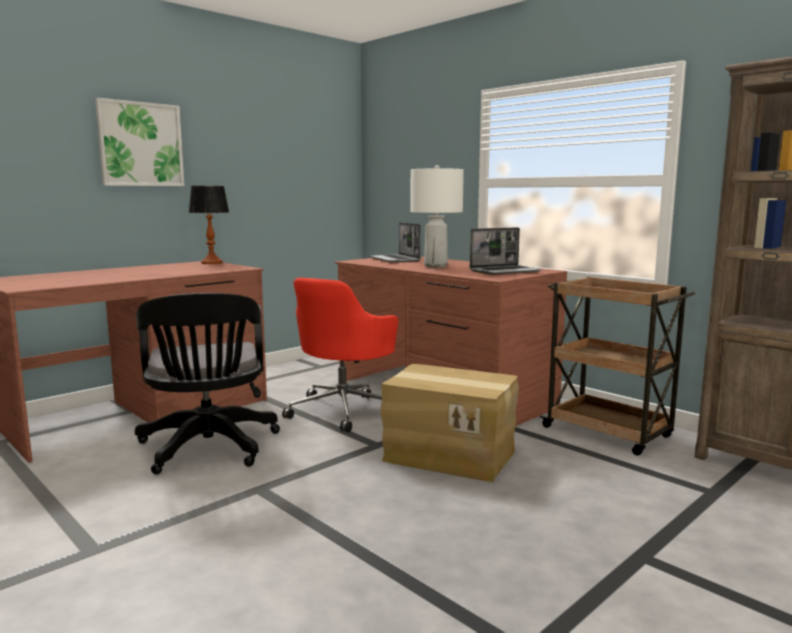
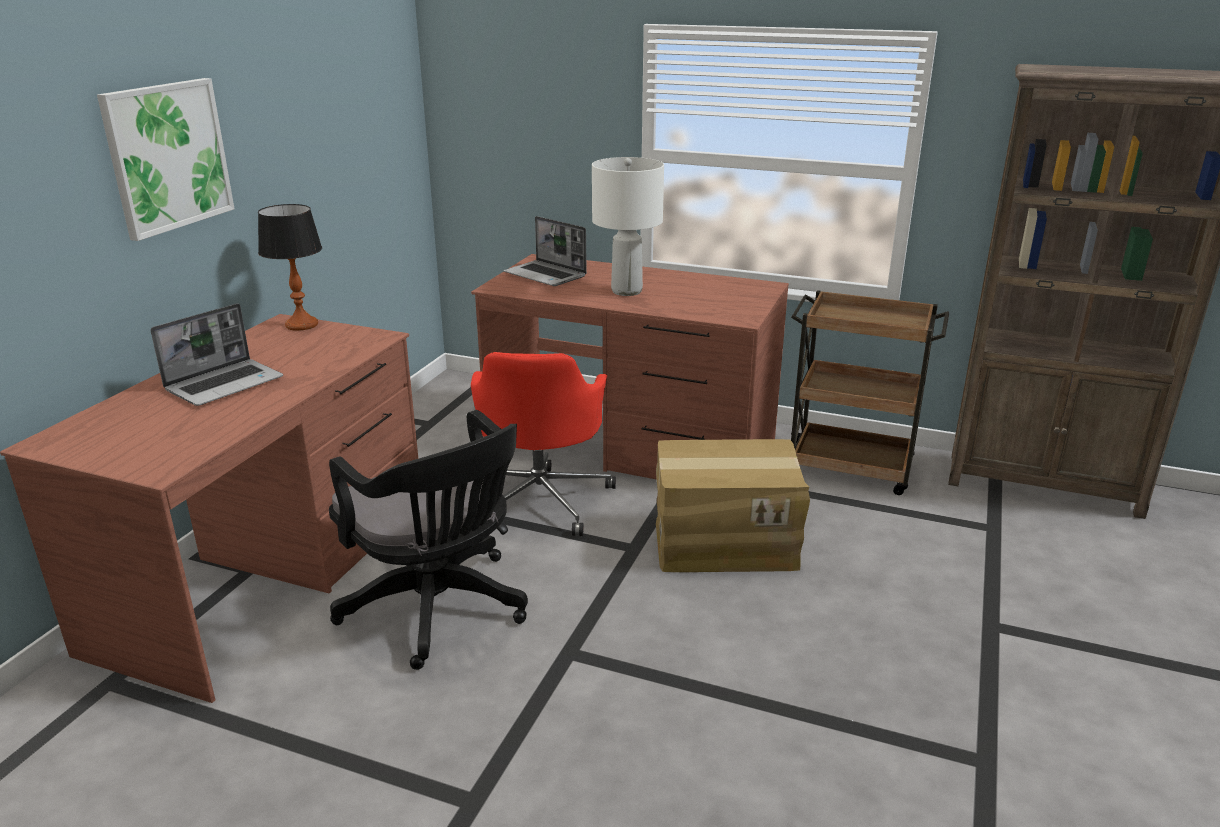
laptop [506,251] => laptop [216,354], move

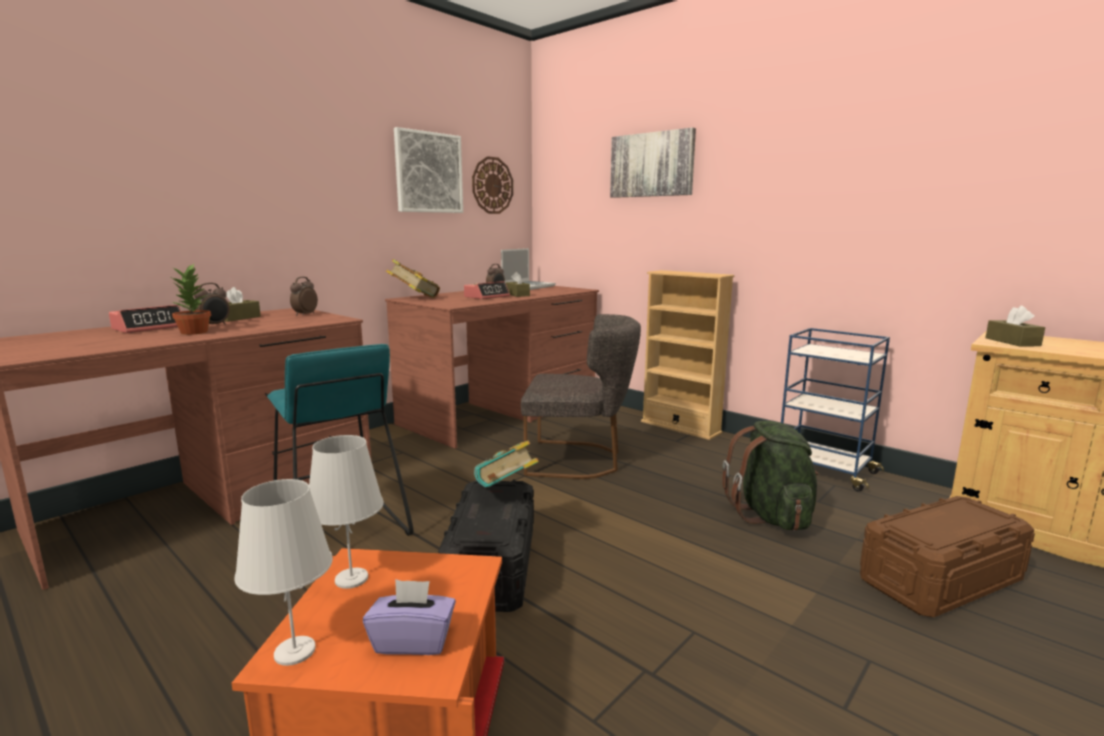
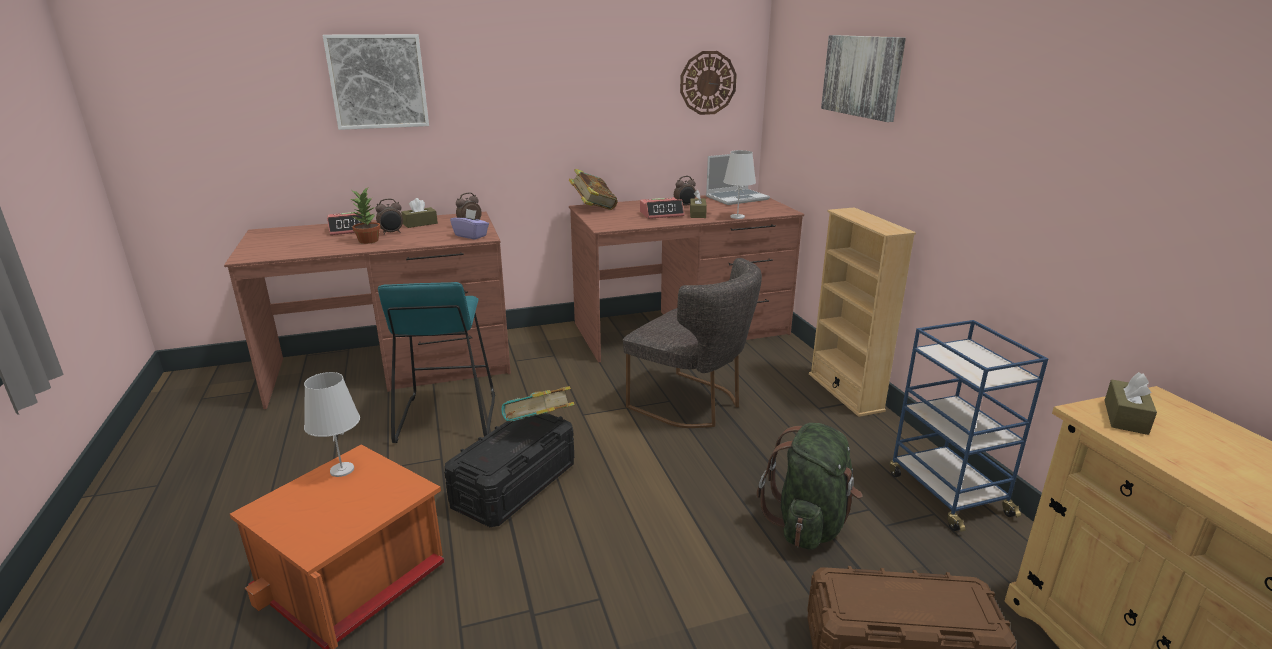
obraz [428,170] => obraz [376,82], move
lampa stołowa/biały [283,572] => lampa stołowa/biały [739,184], move
pudełko chusteczek/fioletowy [409,617] => pudełko chusteczek/fioletowy [469,224], move

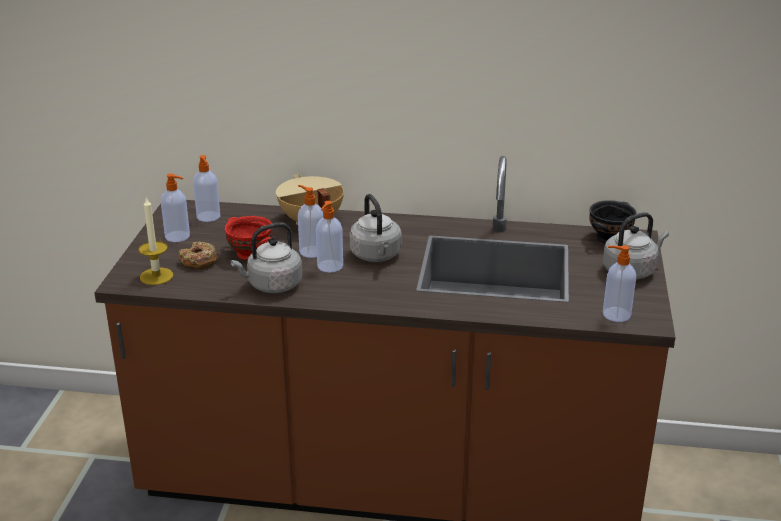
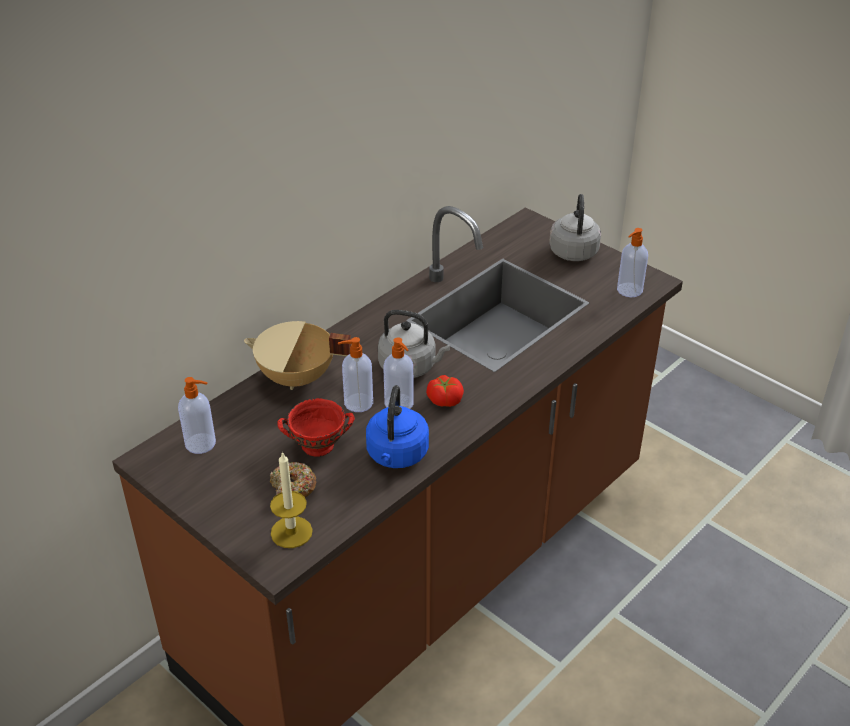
dozownik mydła [175,207] => nothing
miska/czarny [613,221] => nothing
czajnik/szary [266,257] => czajnik/niebieski [397,426]
nothing => pomidor [445,391]

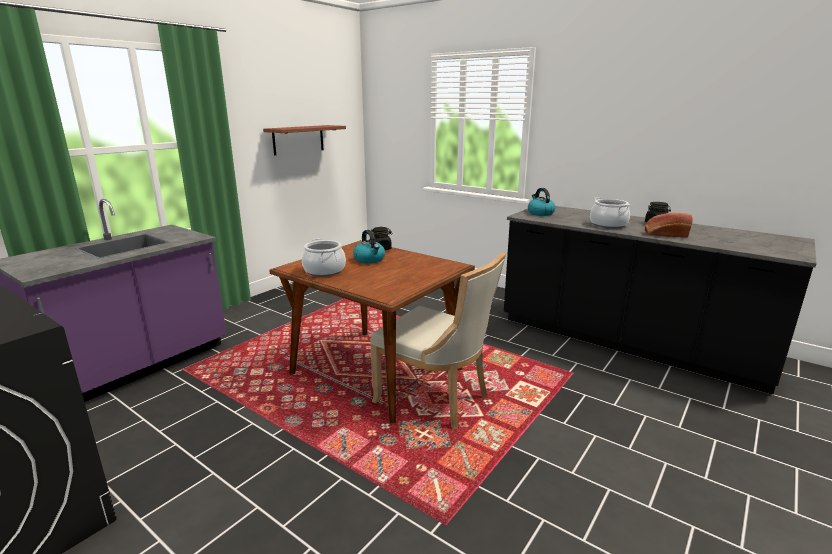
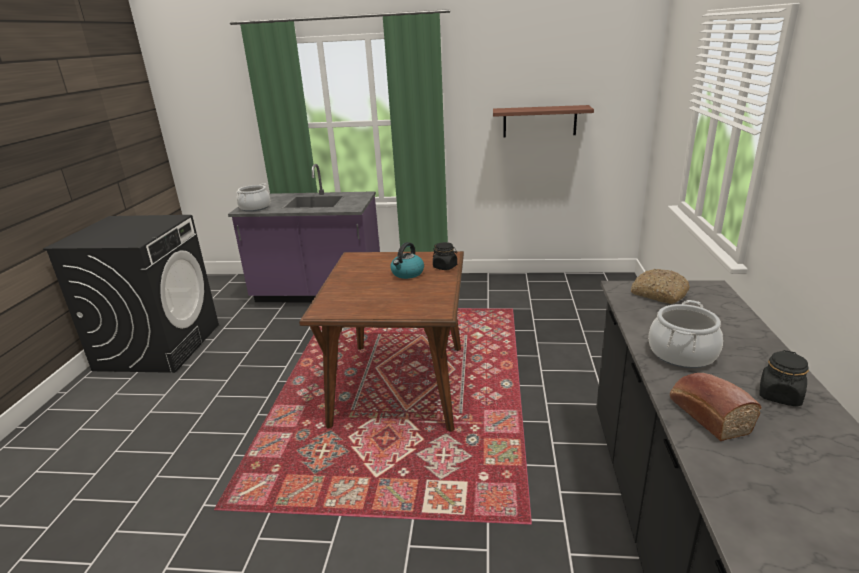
czajnik [542,202] => chleb [660,286]
garnek [324,257] => garnek [253,197], move
krzesło/beżowy [438,341] => nothing

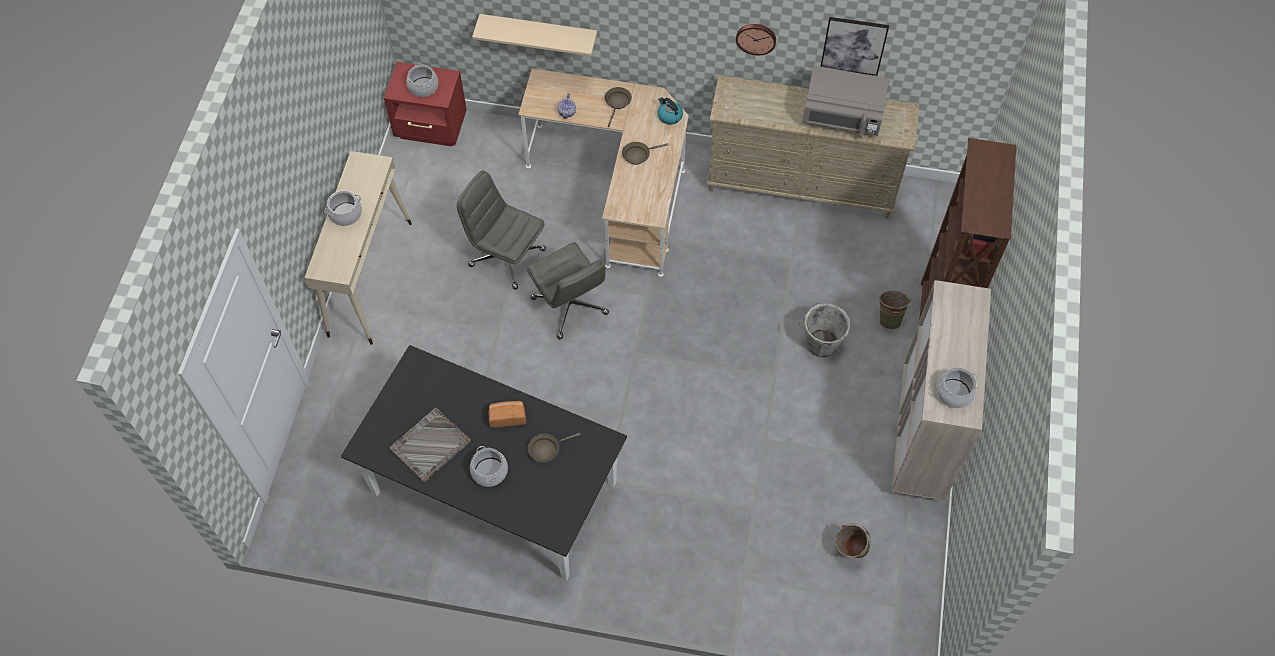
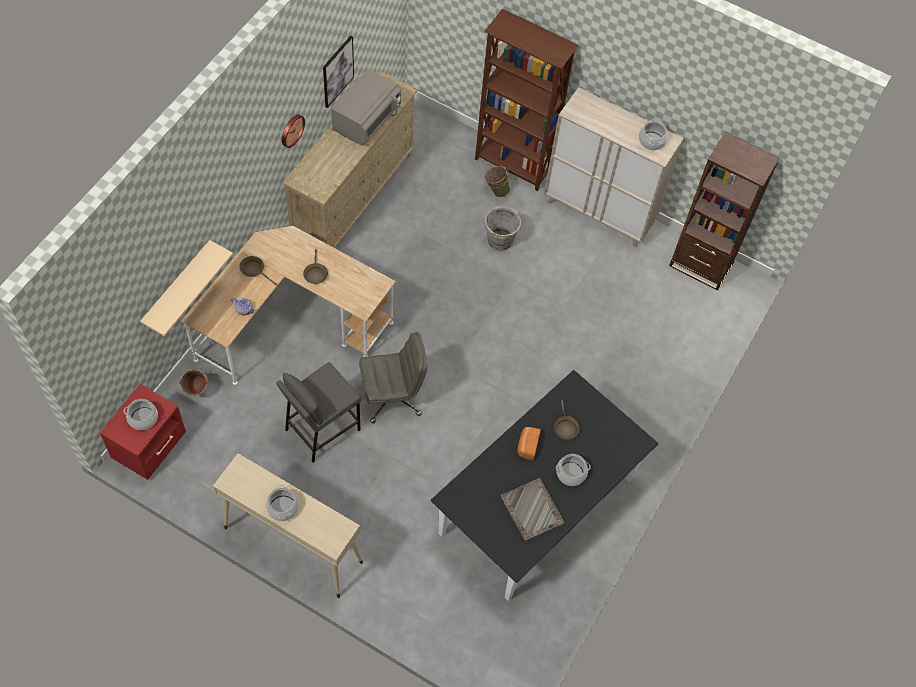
czajnik [670,111] => nothing
krzesło biurowe/szary [501,229] => stołek/szary [318,412]
wiadro/zielony [853,540] => wiadro/zielony [193,382], move
nothing => regał/brązowy [724,211]

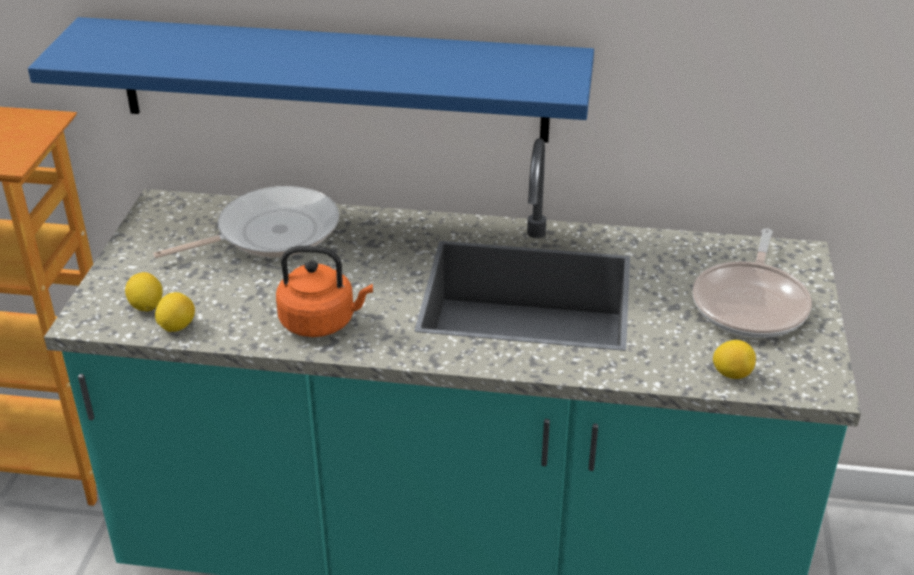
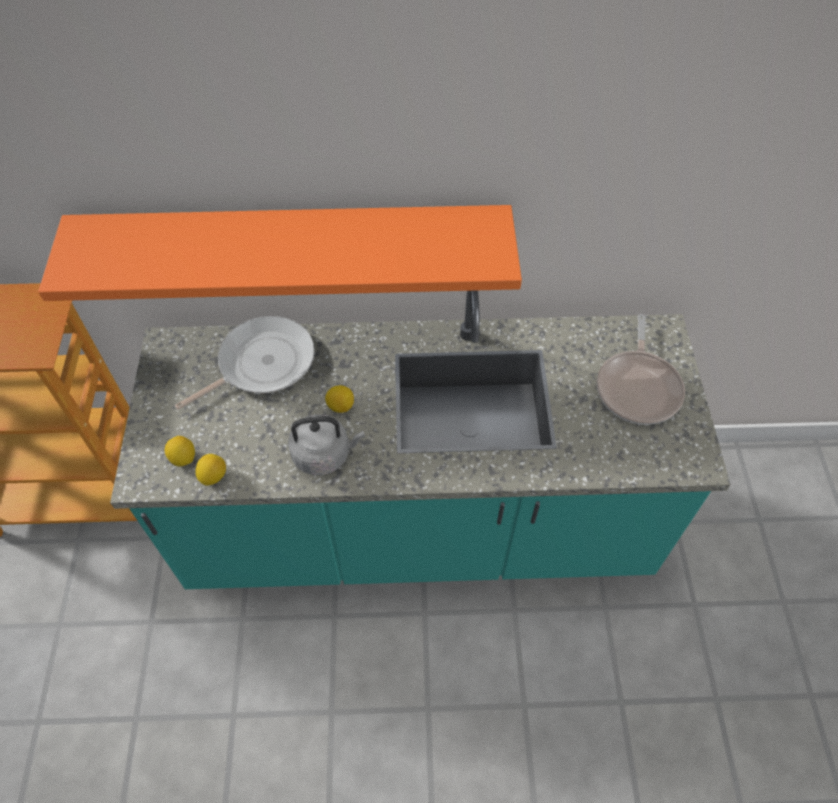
półka/niebieski [311,80] => półka/pomarańczowy [280,253]
czajnik/pomarańczowy [324,291] => czajnik/szary [326,444]
cytryna [734,359] => cytryna [339,399], move

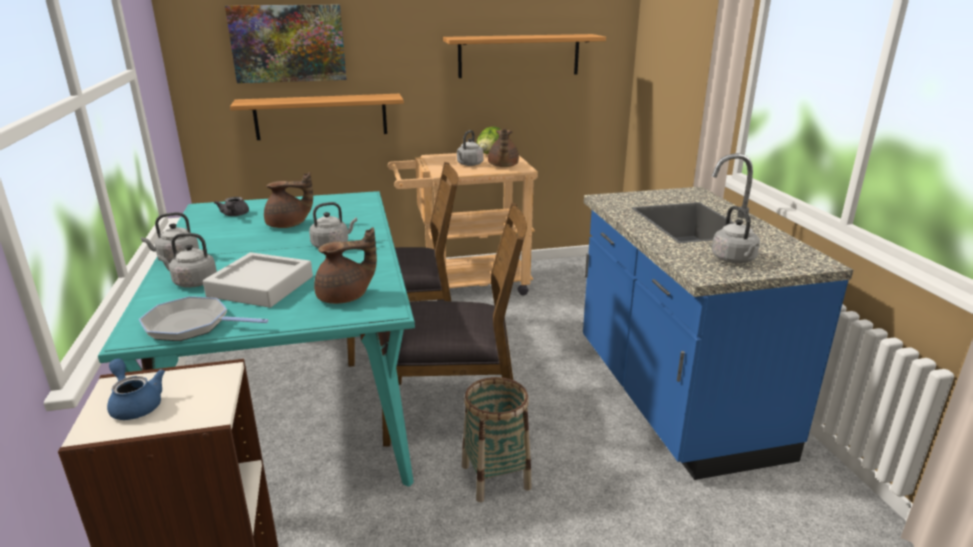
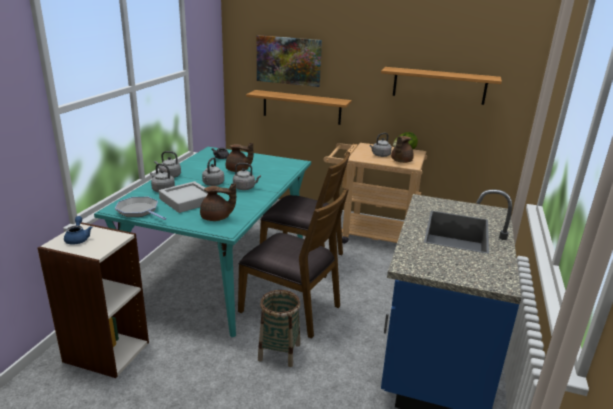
czajnik/szary [736,235] => czajnik/szary [213,171], move

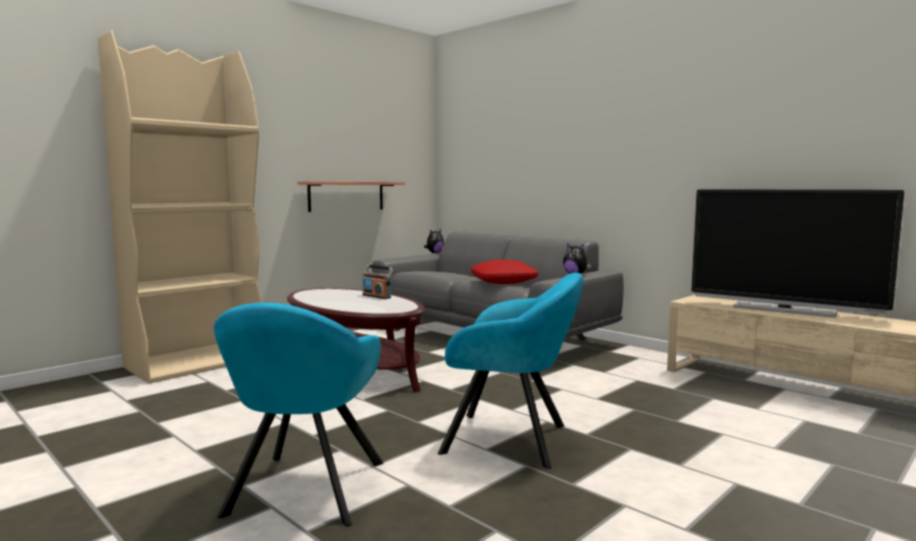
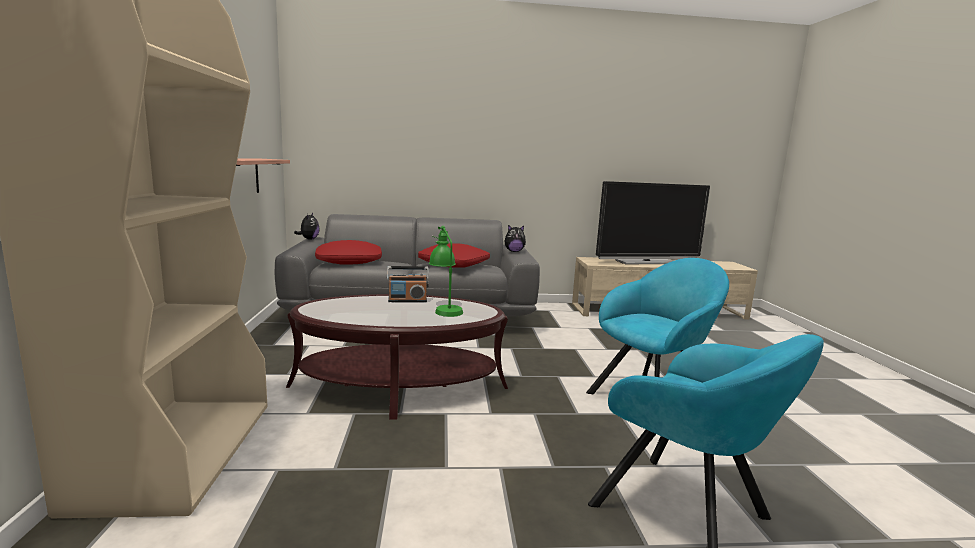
nothing => lampa stołowa/zielony [446,271]
nothing => poduszka/czerwony [348,252]

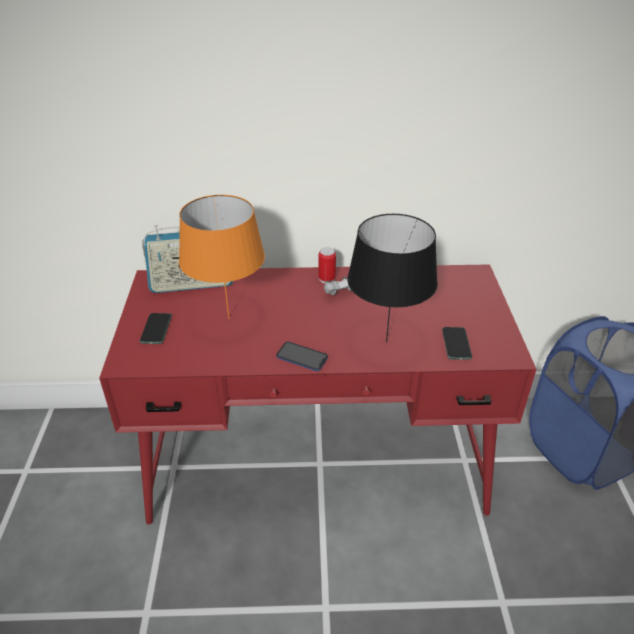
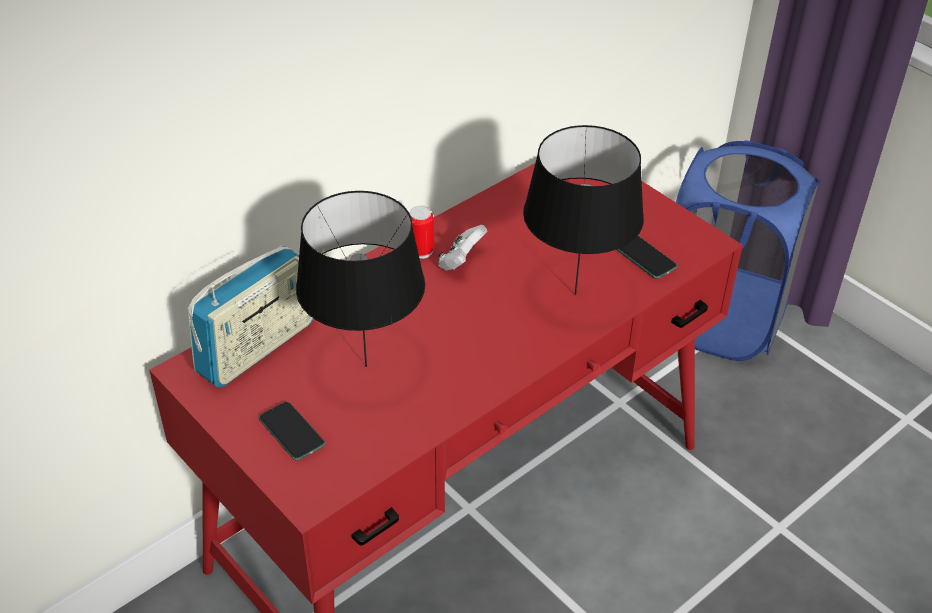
lampa stołowa/pomarańczowy [222,257] => lampa stołowa/czarny [360,279]
telefon [302,356] => nothing

